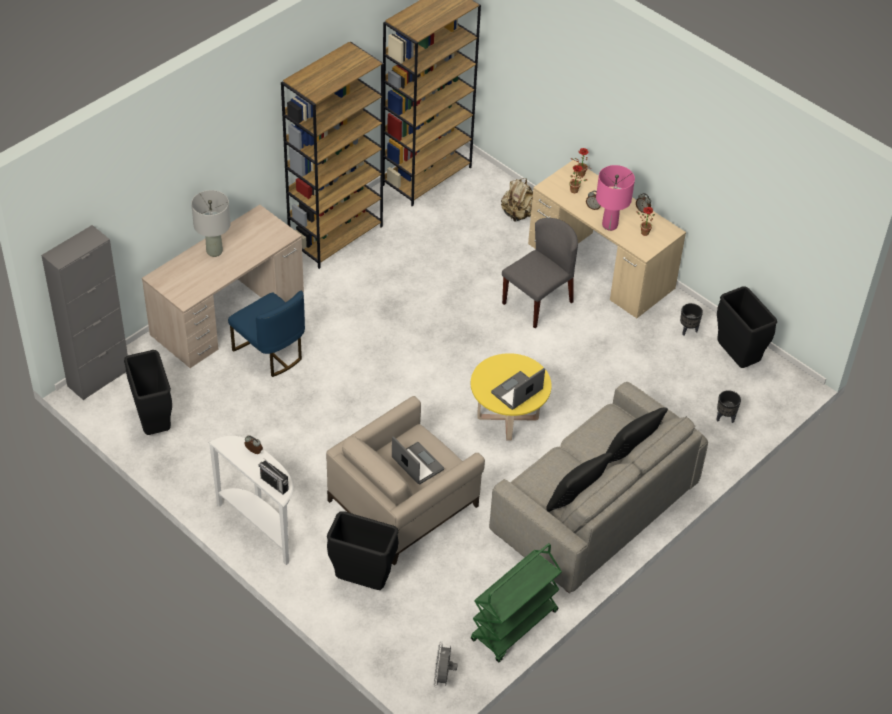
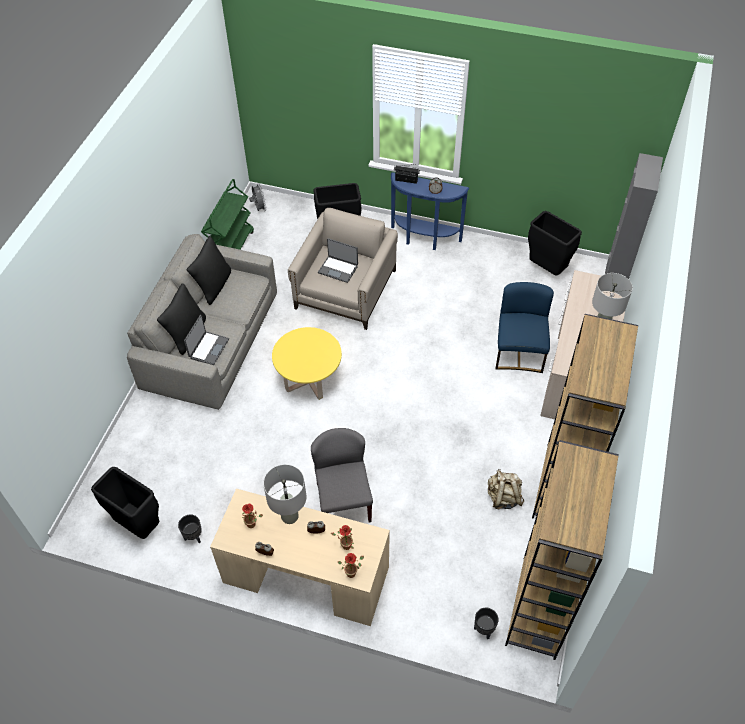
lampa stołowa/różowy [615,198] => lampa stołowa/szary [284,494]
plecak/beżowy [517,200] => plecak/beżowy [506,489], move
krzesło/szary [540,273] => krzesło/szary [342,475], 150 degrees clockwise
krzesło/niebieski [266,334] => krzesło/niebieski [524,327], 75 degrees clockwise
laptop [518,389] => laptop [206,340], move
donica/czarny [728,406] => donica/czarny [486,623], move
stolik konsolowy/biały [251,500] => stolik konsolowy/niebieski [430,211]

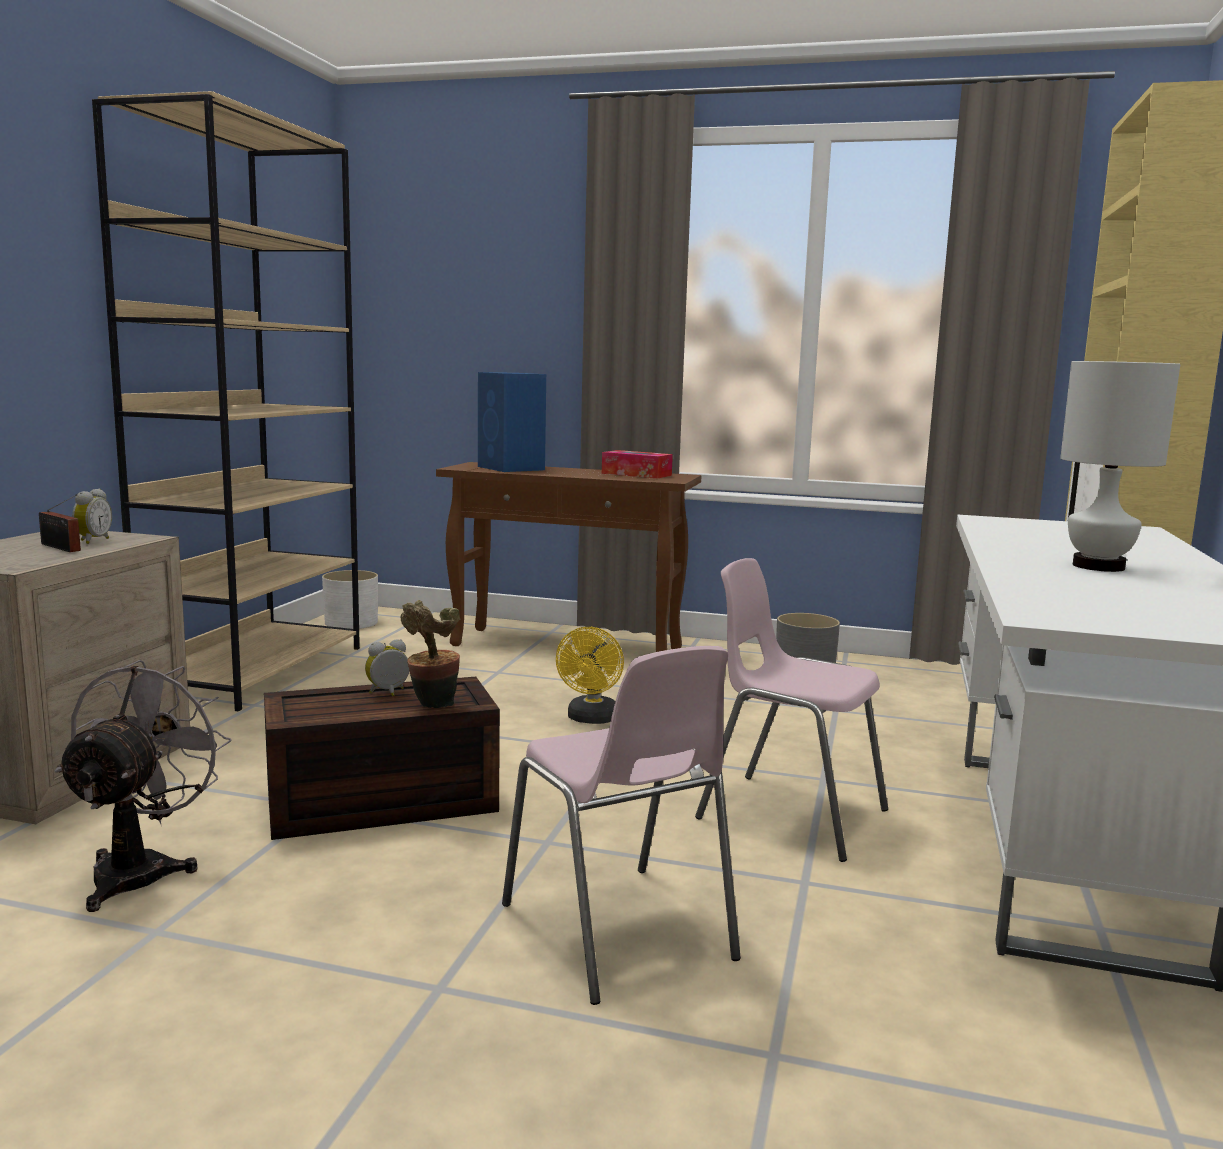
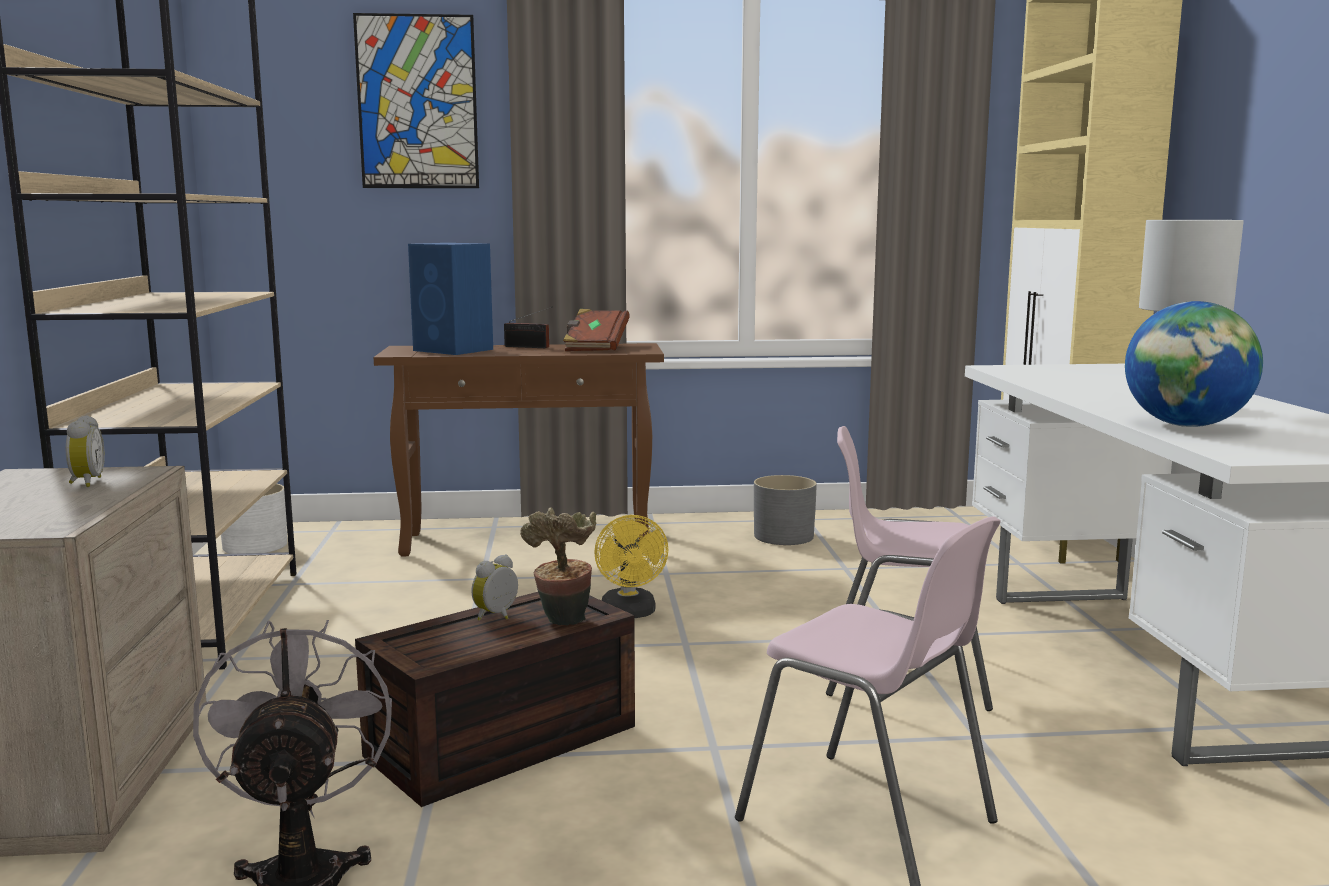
pudełko chusteczek [637,464] => książka/brązowy [596,330]
radio [60,523] => radio [528,327], move
nothing => obraz [416,100]
nothing => globus [1194,364]

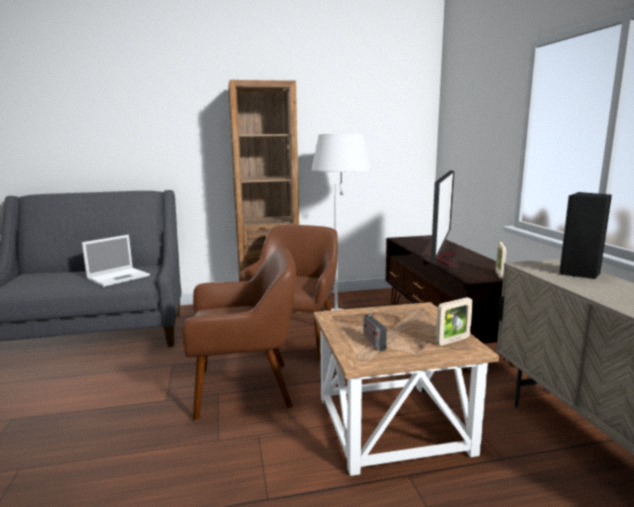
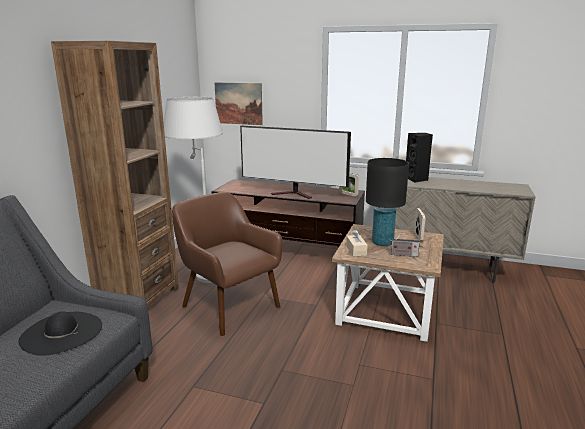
telewizor [444,218] => telewizor [295,162], 150 degrees clockwise
laptop [116,260] => kapelusz/czarny [60,333]
fotel/brązowy [239,334] => nothing
nothing => obraz [238,103]
nothing => lampa stołowa/czarny [387,202]
nothing => pudełko chusteczek/beżowy [357,243]

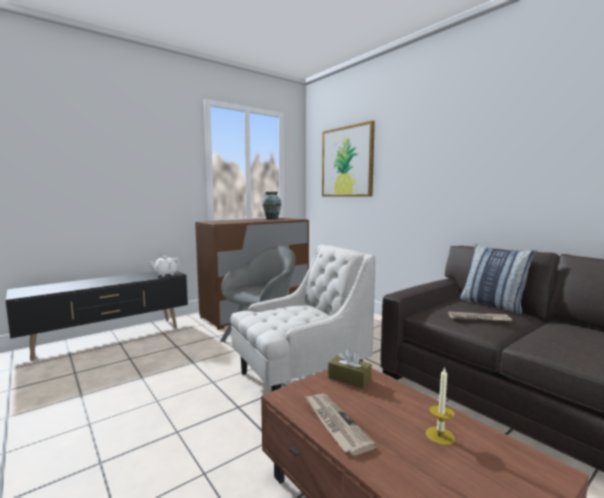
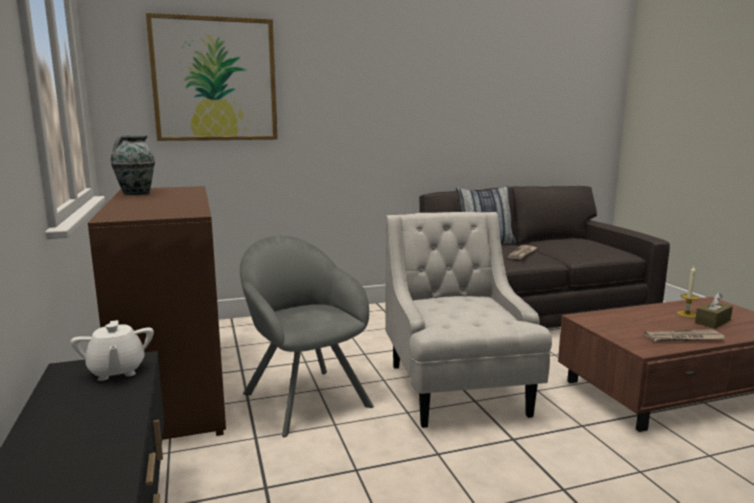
pudełko chusteczek/brązowy [350,368] => pudełko chusteczek/brązowy [714,310], move

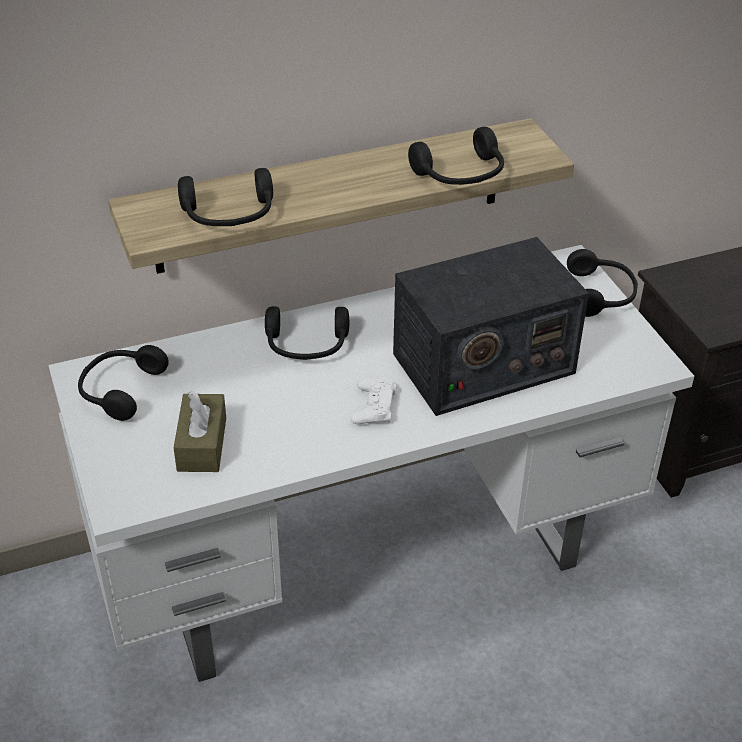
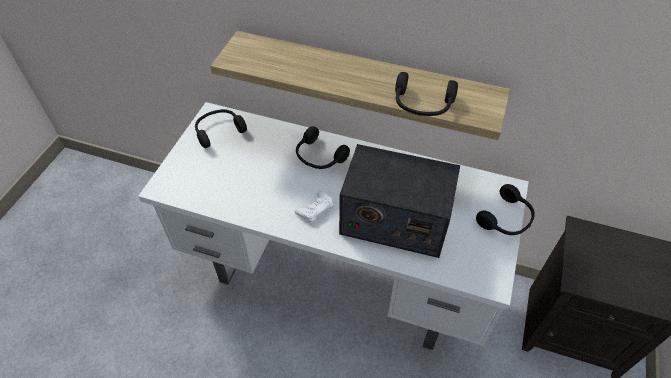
słuchawki/czarny [225,197] => nothing
pudełko chusteczek/brązowy [200,431] => nothing

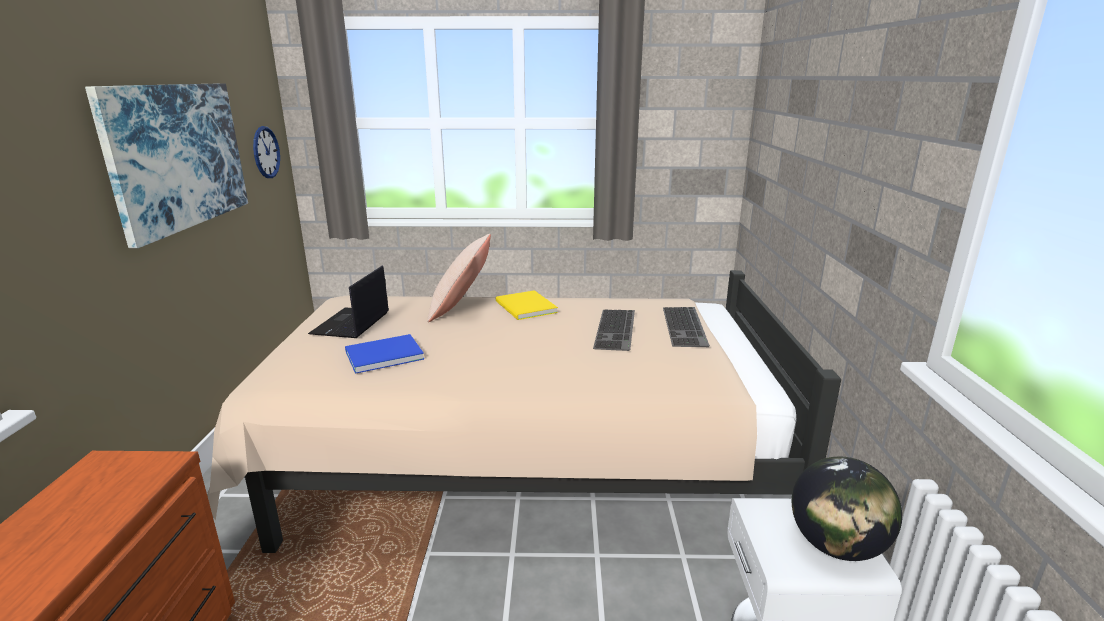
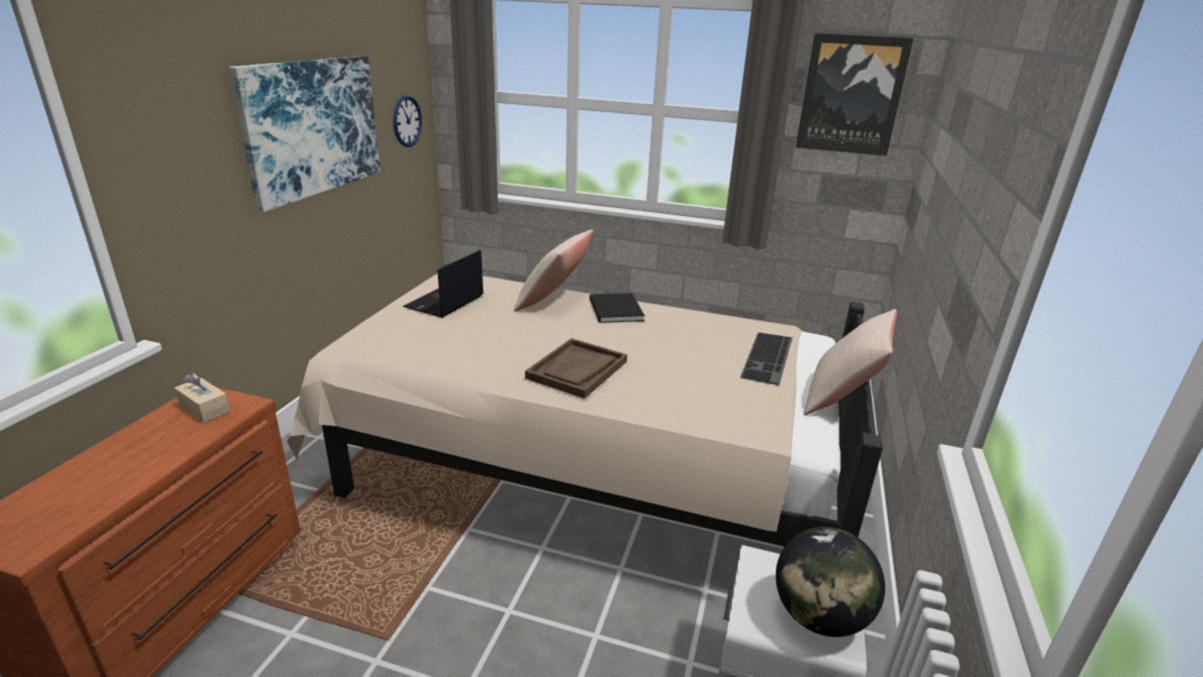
książka/żółty [527,305] => książka/czarny [617,308]
klawiatura [614,330] => nothing
książka/niebieski [384,354] => nothing
nothing => obraz [855,94]
nothing => poduszka/beżowy [850,362]
nothing => taca/brązowy [576,368]
nothing => pudełko chusteczek/beżowy [202,398]

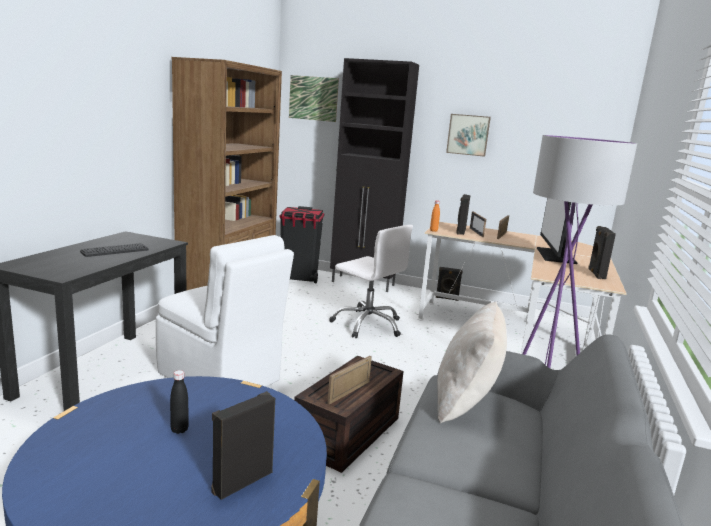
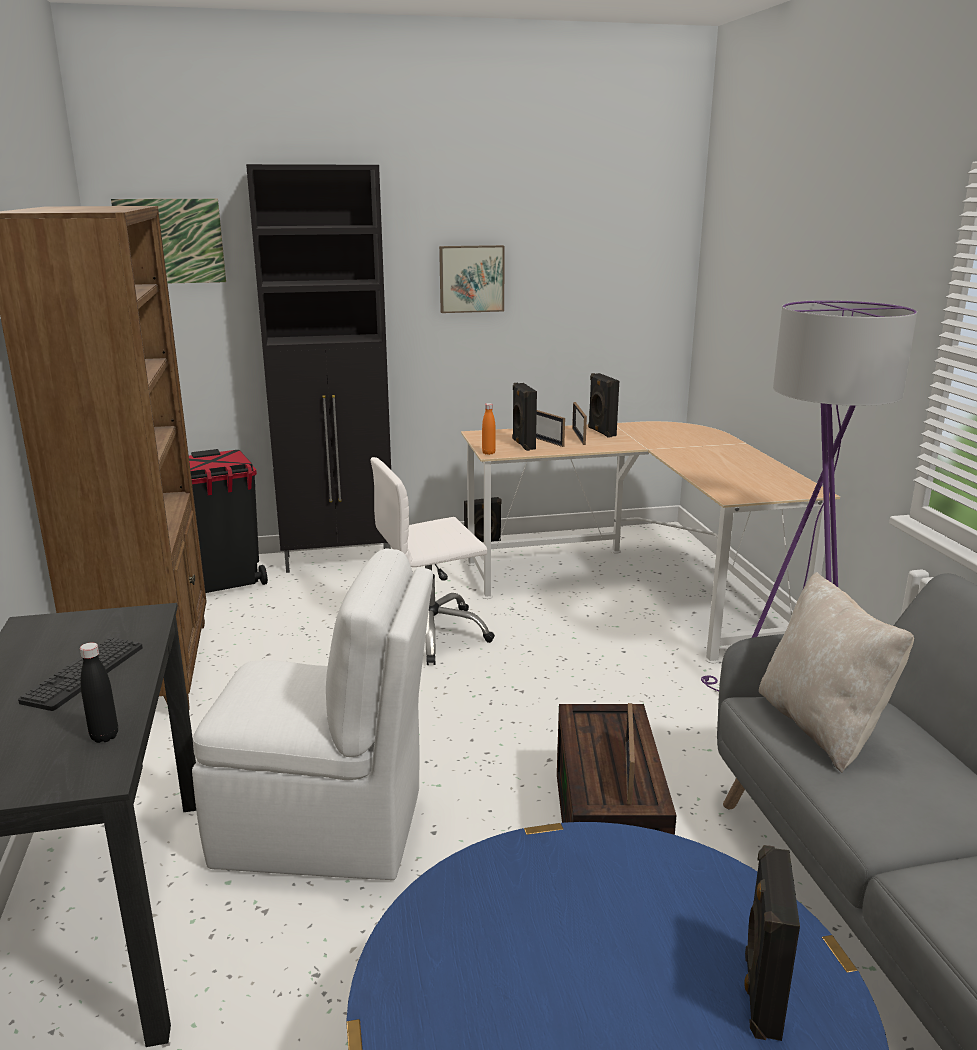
monitor [557,231] => nothing
krzesło biurowe/biały [371,282] => krzesło biurowe/biały [432,561], 150 degrees clockwise
głośnik/czarny [602,252] => głośnik/czarny [603,405], move
butelka/czarny [179,402] => butelka/czarny [99,693], move

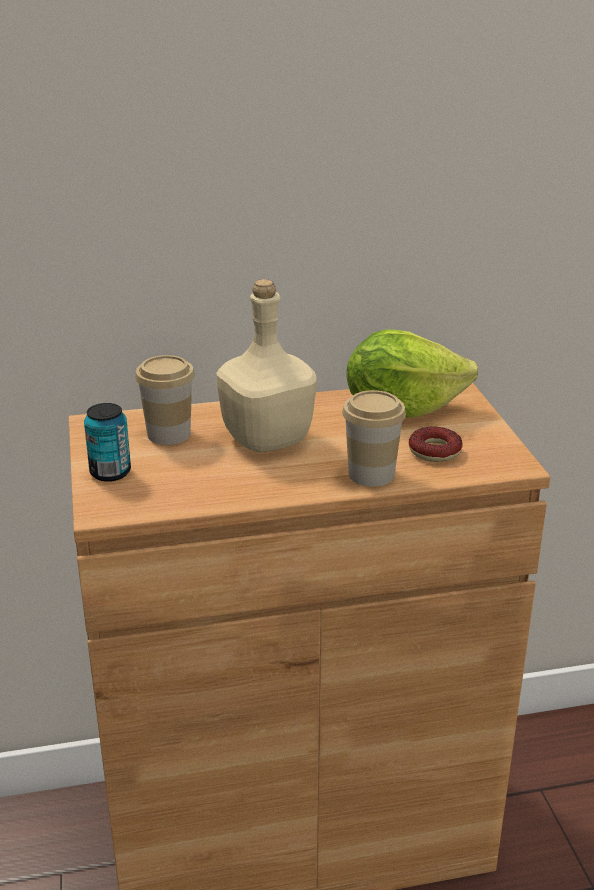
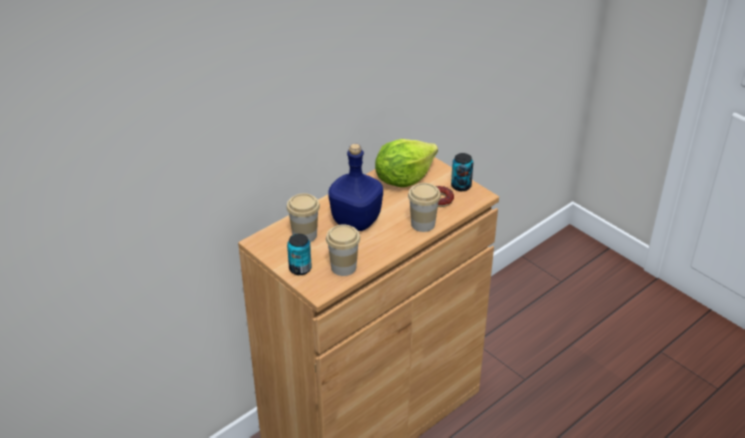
butelka/beżowy [266,365] => butelka/niebieski [355,187]
nothing => puszka [462,172]
nothing => filiżanka [343,250]

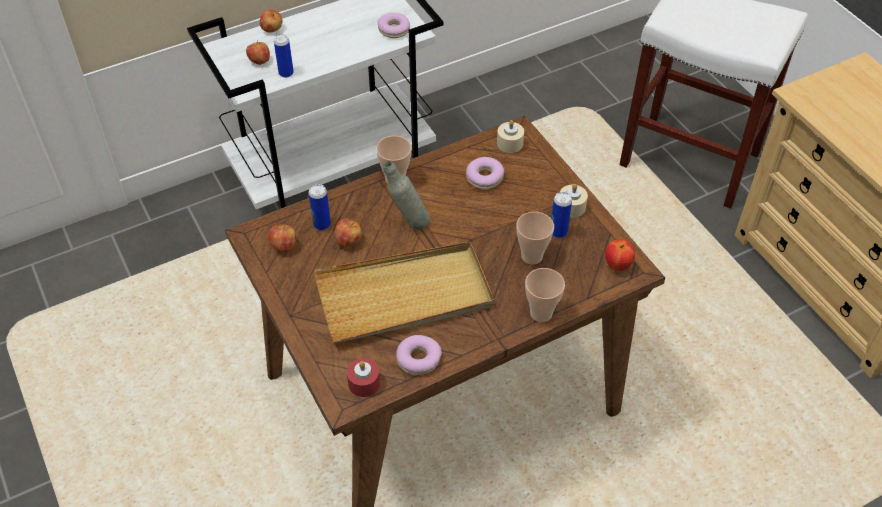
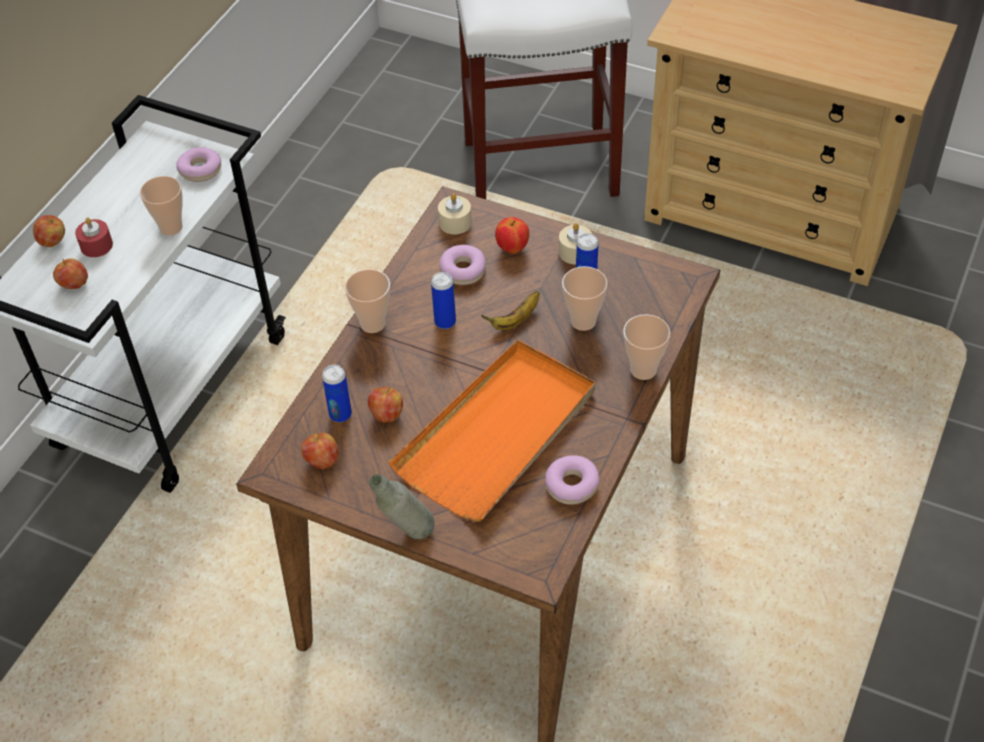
puszka [284,56] => puszka [443,300], move
butelka/szary [406,195] => butelka/szary [402,507], move
jabłko [620,255] => jabłko [512,235], move
taca/beżowy [404,292] => taca/pomarańczowy [492,431]
świeca/czerwony [363,377] => świeca/czerwony [94,237], move
nothing => filiżanka [161,206]
nothing => banan [510,310]

